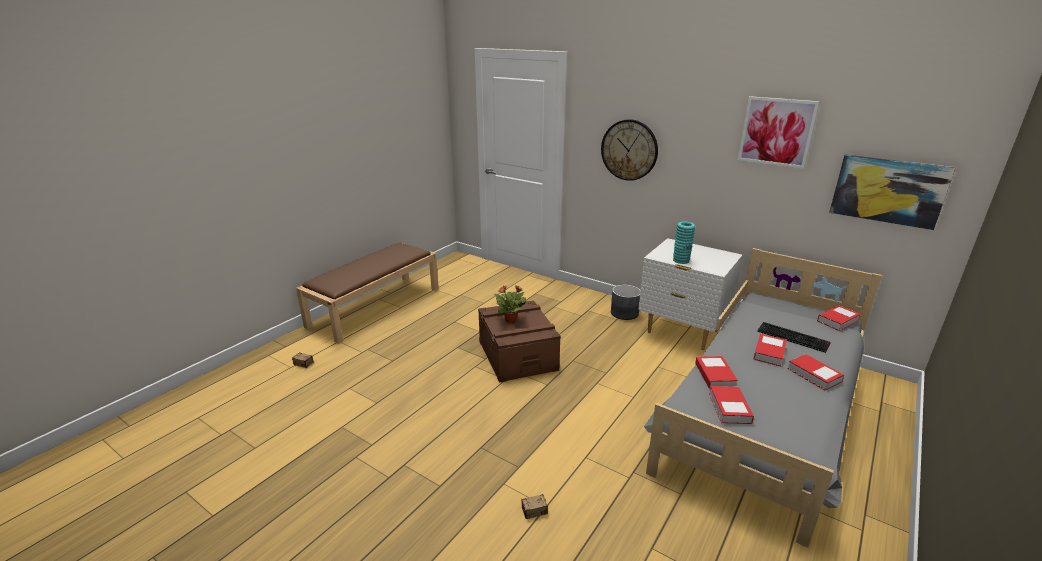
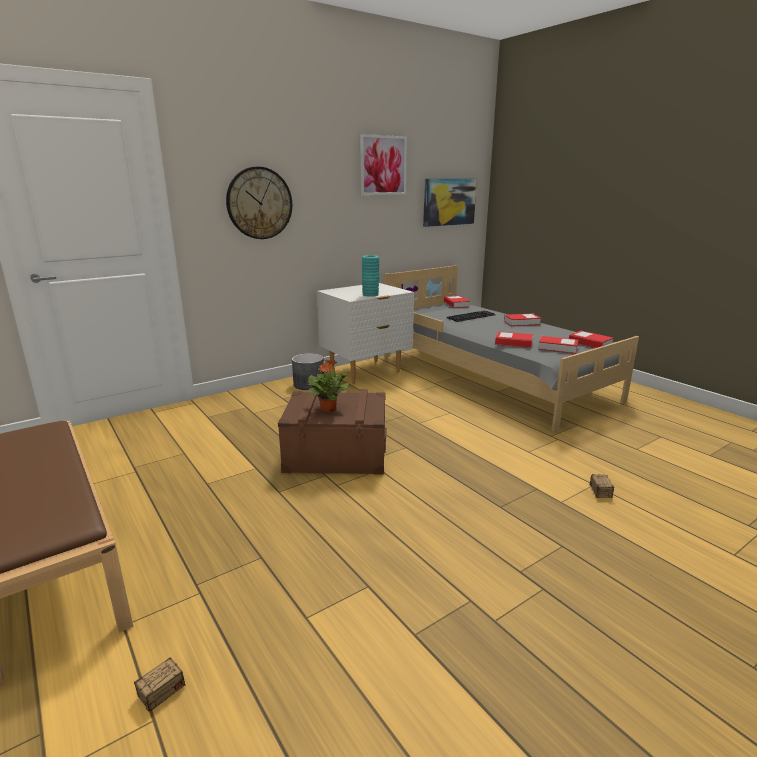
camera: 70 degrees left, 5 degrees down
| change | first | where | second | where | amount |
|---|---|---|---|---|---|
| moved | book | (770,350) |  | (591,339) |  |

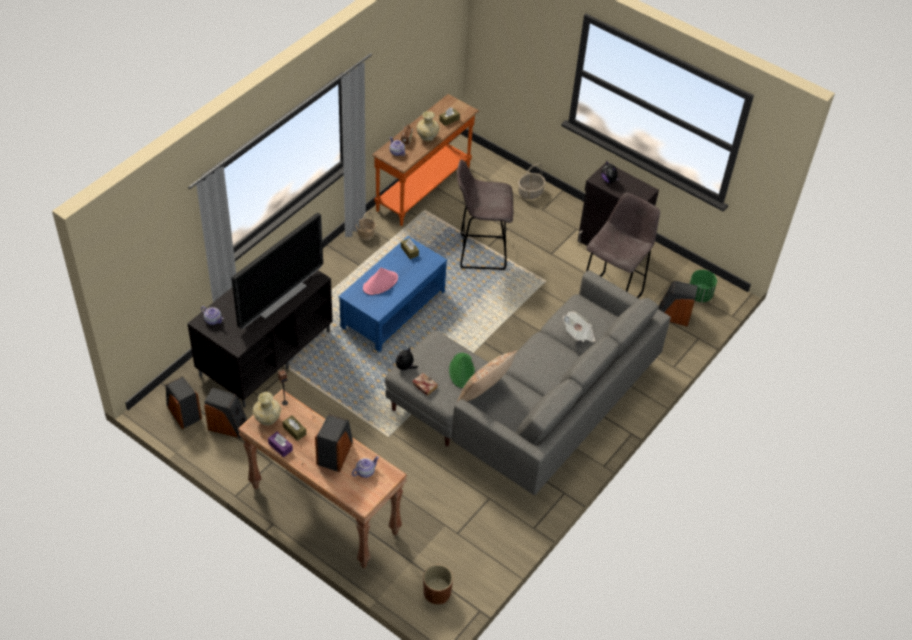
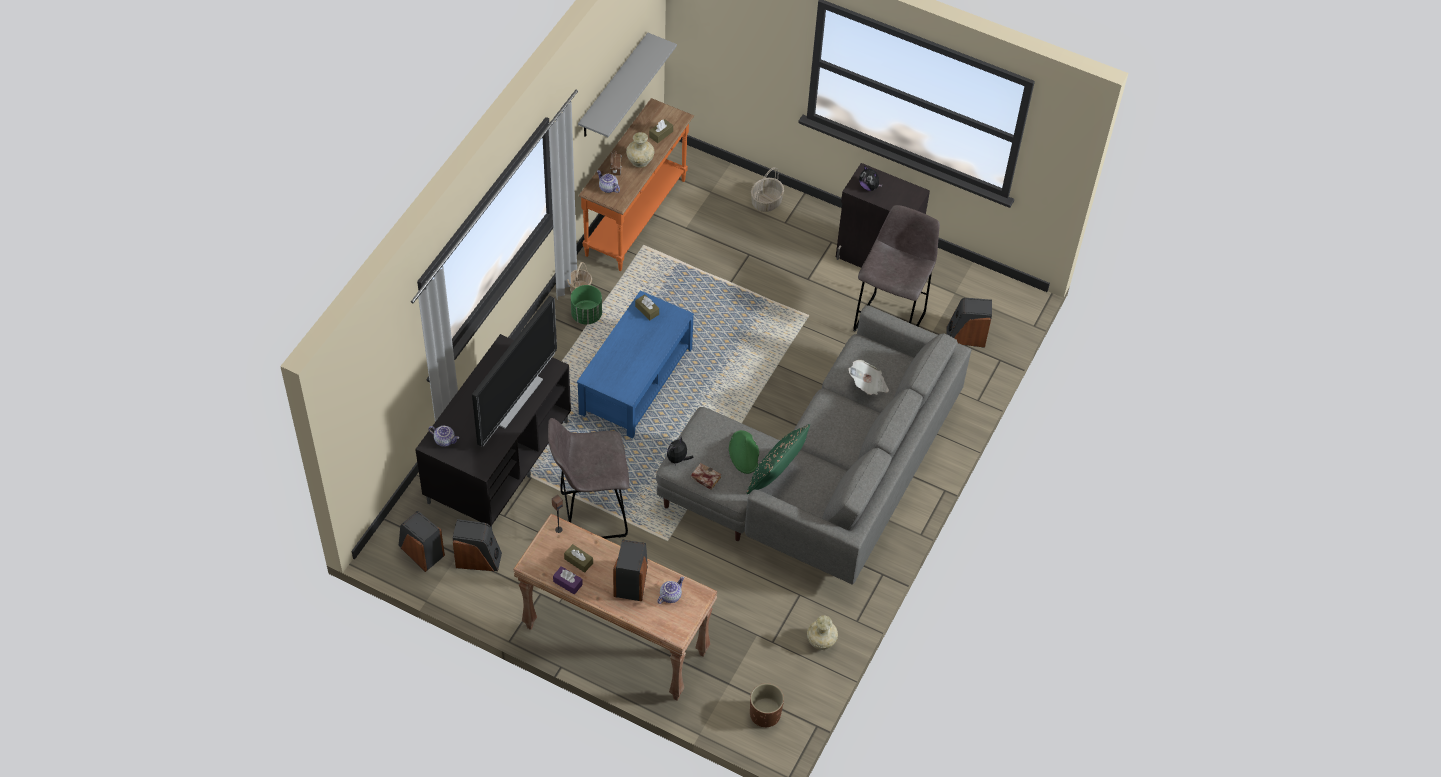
camera: 10 degrees left, 5 degrees up
| change | first | where | second | where | amount |
|---|---|---|---|---|---|
| moved | beige vase | (267,409) |  | (822,633) |  |
| removed | pink hat | (380,281) |  |  |  |
| moved | grey stool | (485,214) |  | (589,478) |  |
| recoloured | beige pillow | (487,375) | green pillow | (778,459) |  |
| moved | green planter | (703,286) |  | (586,305) |  |
| added |  |  | grey shelf | (627,85) |  |

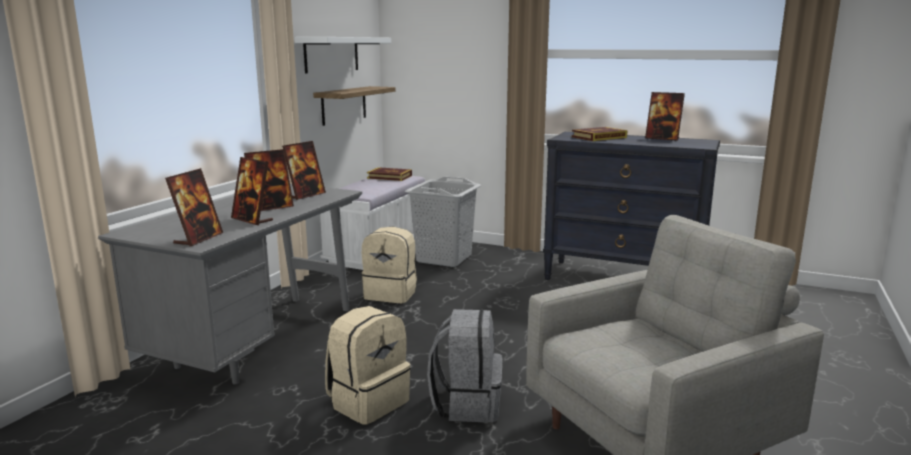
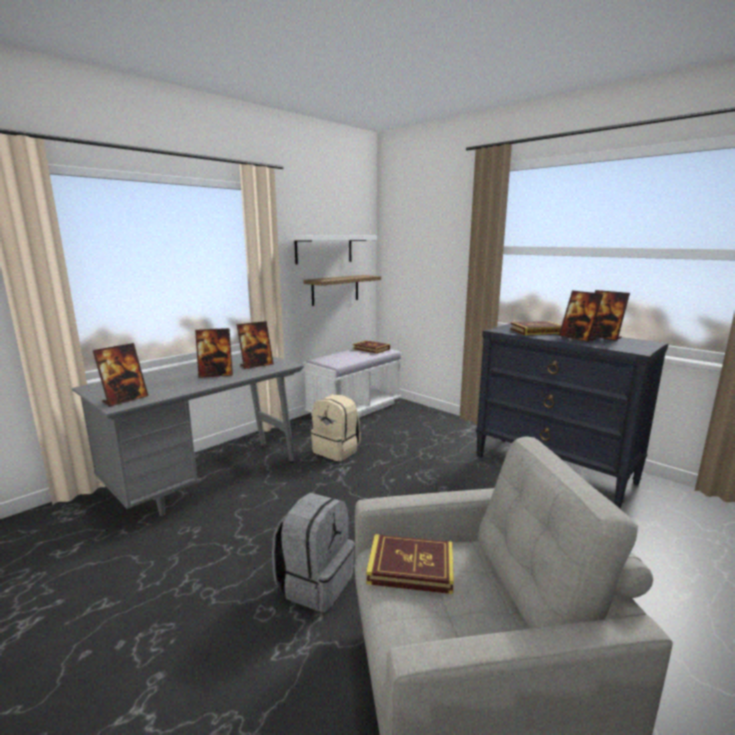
camera: 20 degrees right, 0 degrees up
| change | first | where | second | where | amount |
|---|---|---|---|---|---|
| moved | picture frame | (252,191) |  | (581,316) |  |
| removed | beige backpack | (368,365) |  |  |  |
| removed | grey laundry basket | (443,222) |  |  |  |
| added |  |  | book | (410,564) |  |

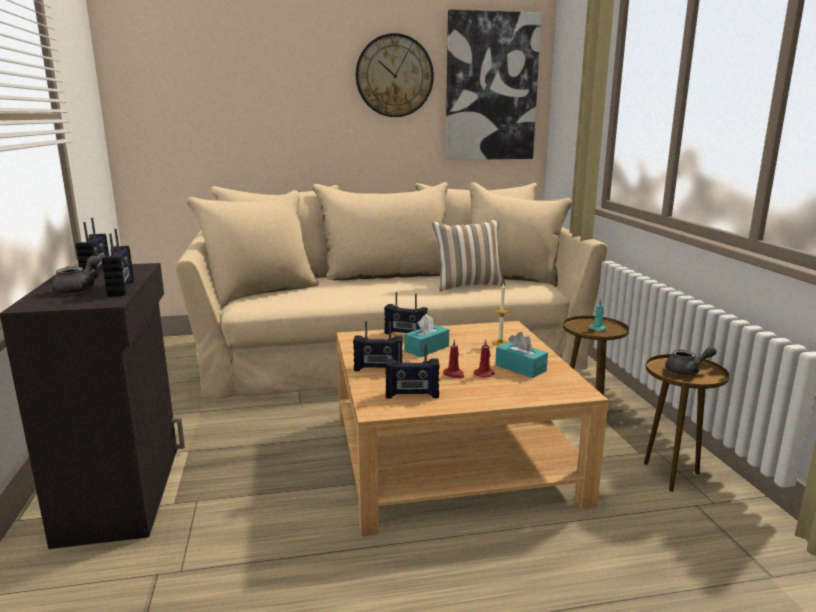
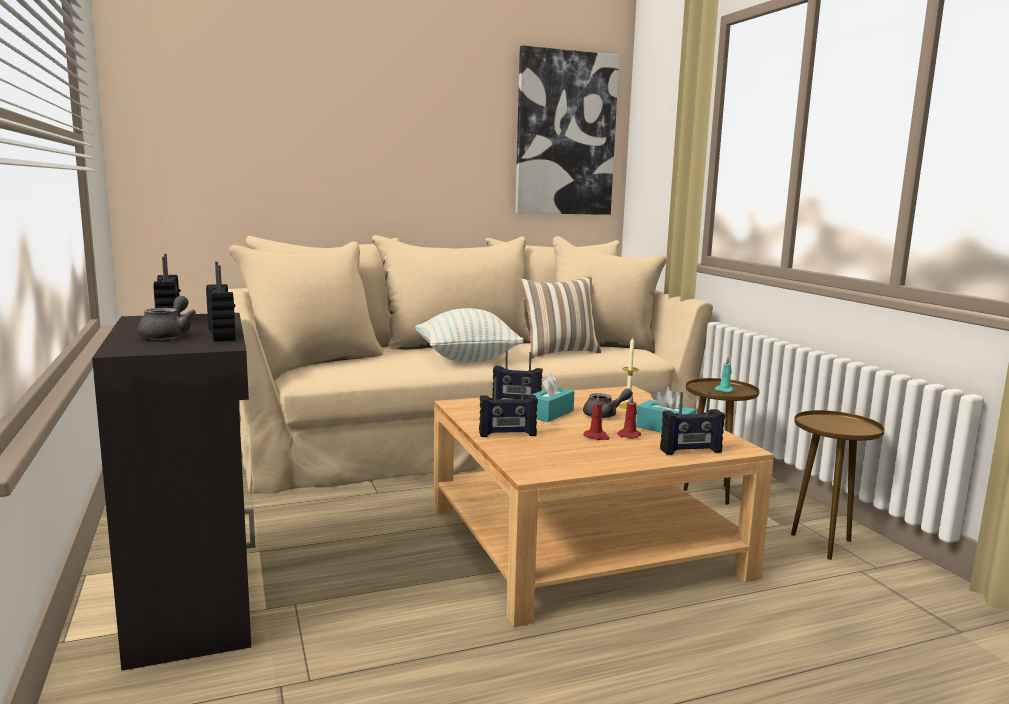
camera: 10 degrees left, 5 degrees down
| change | first | where | second | where | amount |
|---|---|---|---|---|---|
| removed | wall clock | (395,75) |  |  |  |
| moved | radio | (412,371) |  | (692,423) |  |
| moved | grey teapot | (691,360) |  | (608,403) |  |
| added |  |  | pillow | (469,335) |  |

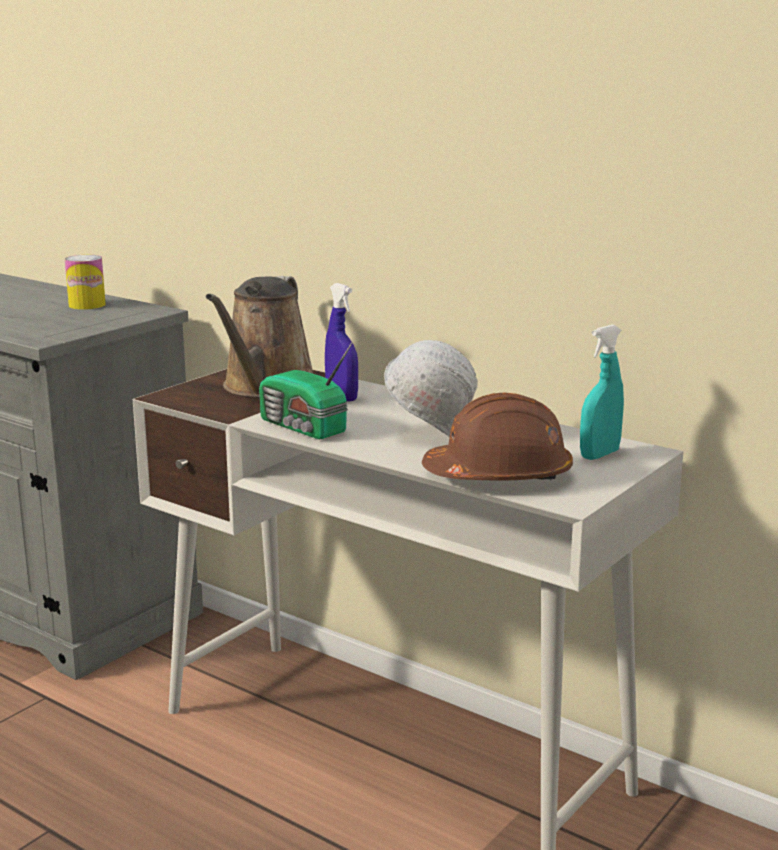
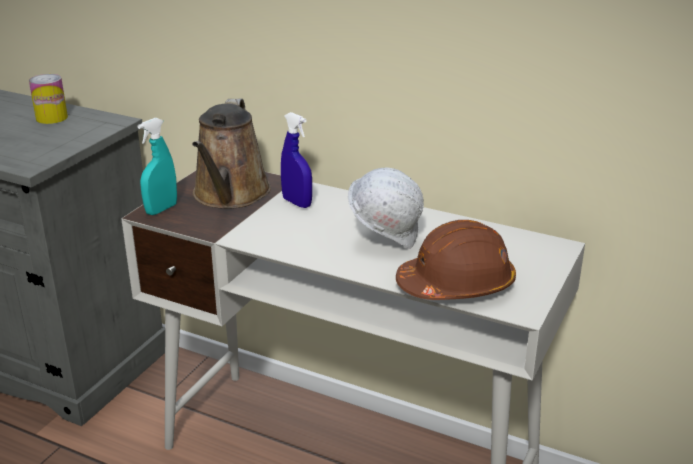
camera: 10 degrees left, 10 degrees up
| change | first | where | second | where | amount |
|---|---|---|---|---|---|
| removed | radio | (306,390) |  |  |  |
| moved | turquoise spray bottle | (602,392) |  | (157,166) |  |

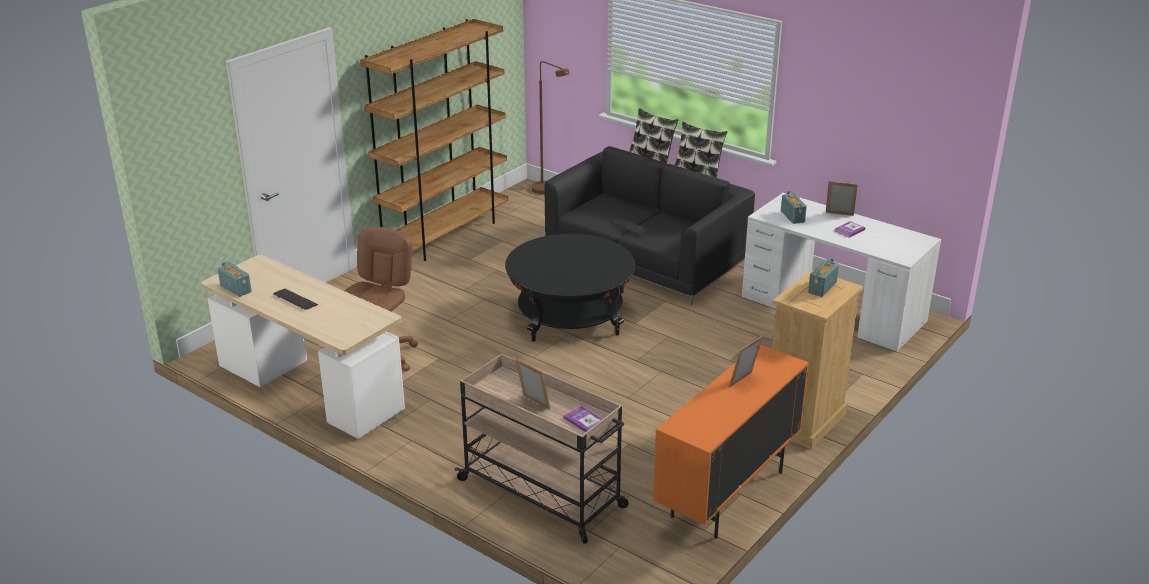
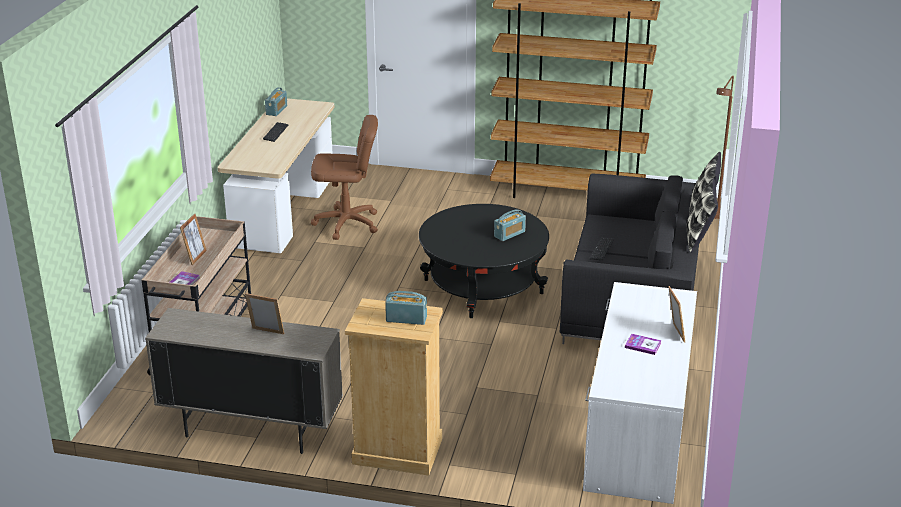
camera: 65 degrees right, 0 degrees up
| change | first | where | second | where | amount |
|---|---|---|---|---|---|
| recoloured | orange cabinet | (731,441) | beige cabinet | (244,381) |  |
| moved | radio | (794,207) |  | (510,225) |  |

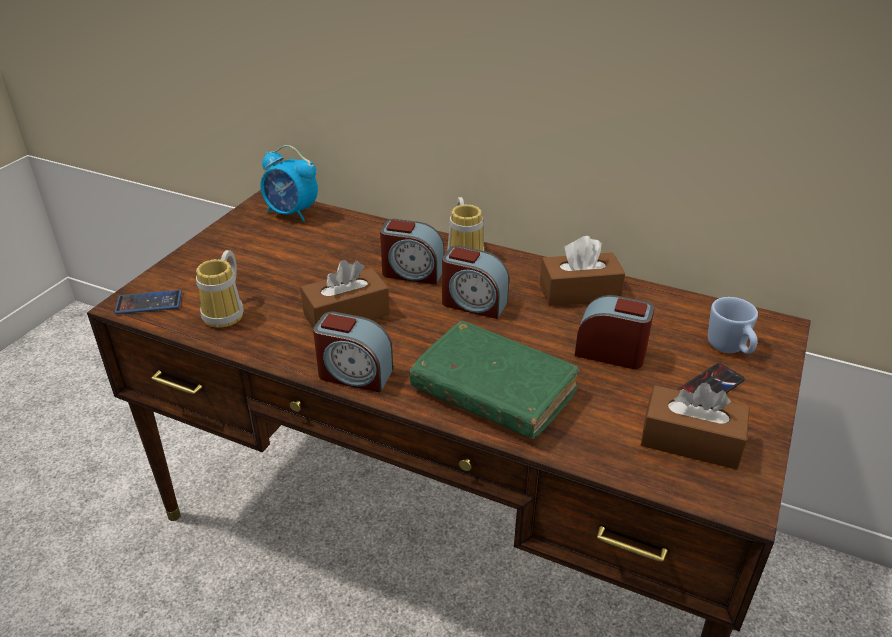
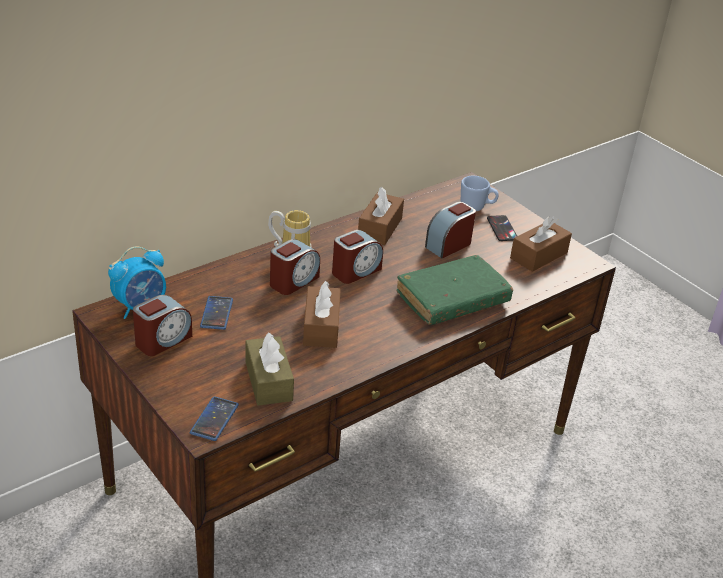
camera: 65 degrees left, 0 degrees up
| change | first | where | second | where | amount |
|---|---|---|---|---|---|
| replaced | mug | (220,289) | brown tissue box | (269,369) |  |
| moved | alarm clock | (353,351) |  | (162,325) |  |
| added |  |  | phone | (216,313) |  |

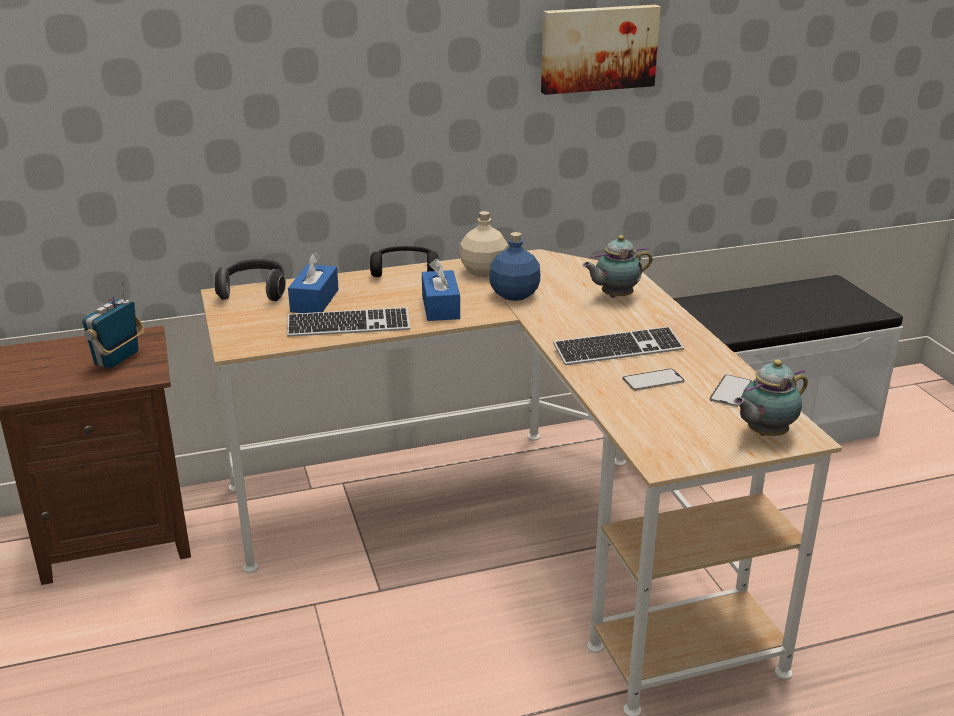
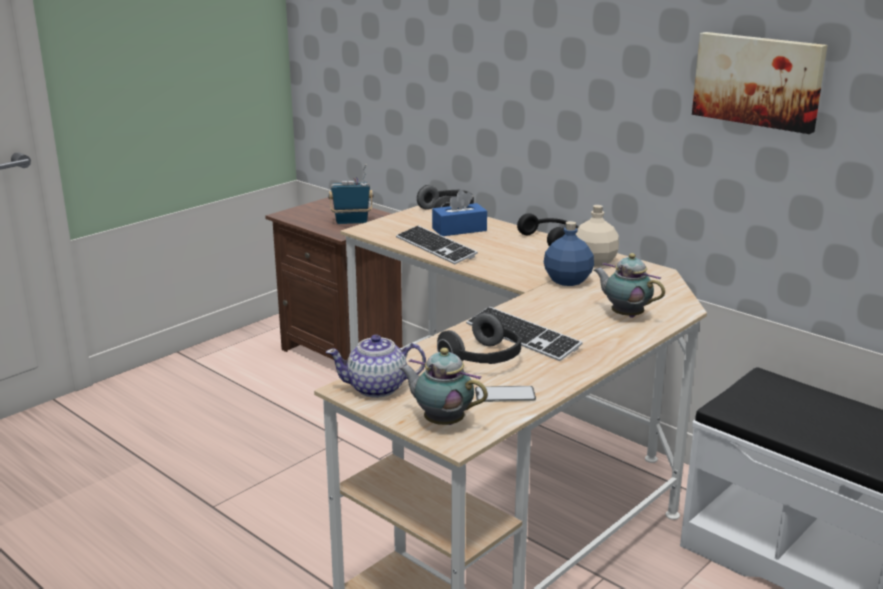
camera: 60 degrees right, 5 degrees down
| change | first | where | second | where | amount |
|---|---|---|---|---|---|
| removed | blue tissue box | (441,289) |  |  |  |
| replaced | phone | (653,380) | headphones | (479,338) |  |
| added |  |  | teapot | (376,366) |  |

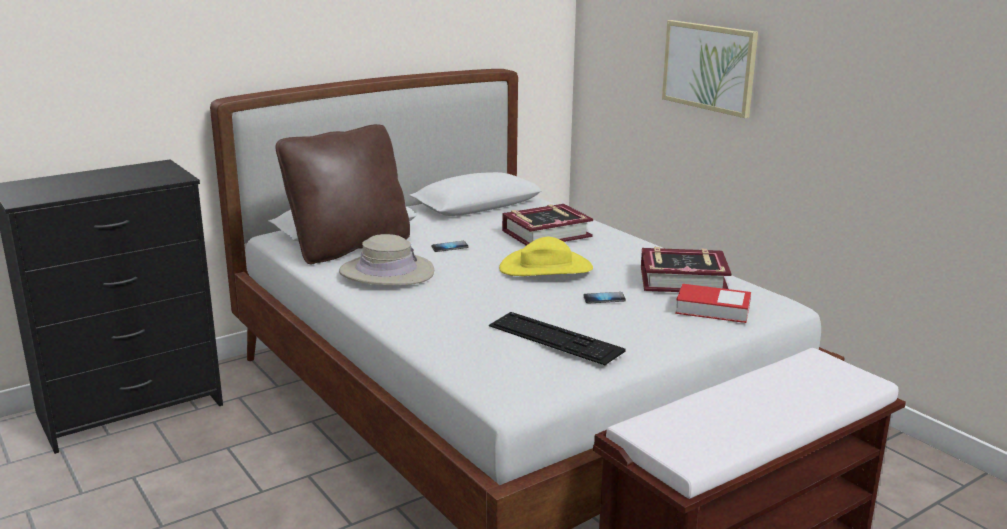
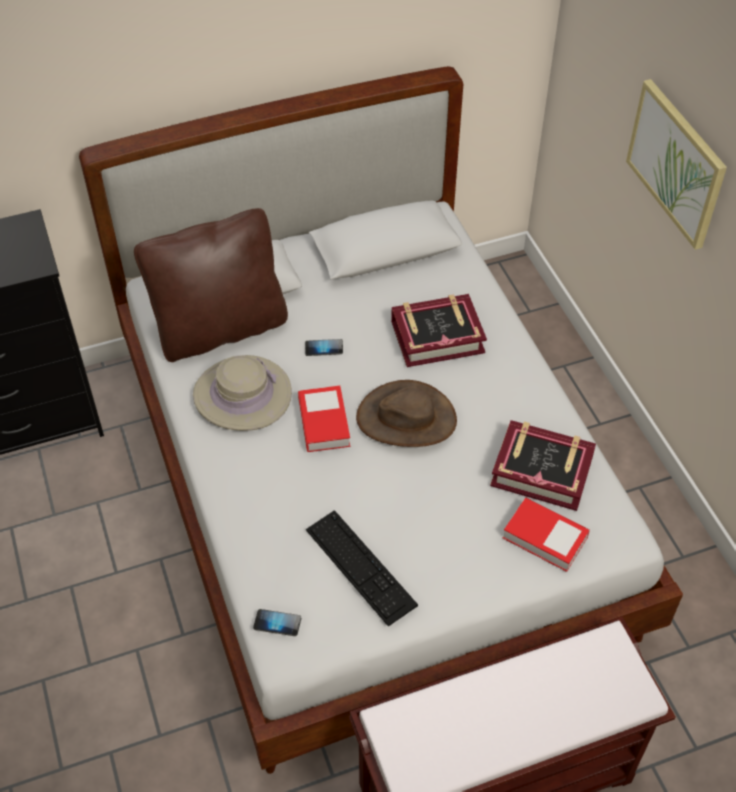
camera: 15 degrees right, 30 degrees up
| change | first | where | second | where | amount |
|---|---|---|---|---|---|
| recoloured | yellow hat | (546,256) | brown hat | (406,413) |  |
| moved | phone | (605,298) |  | (277,622) |  |
| added |  |  | book | (324,419) |  |

